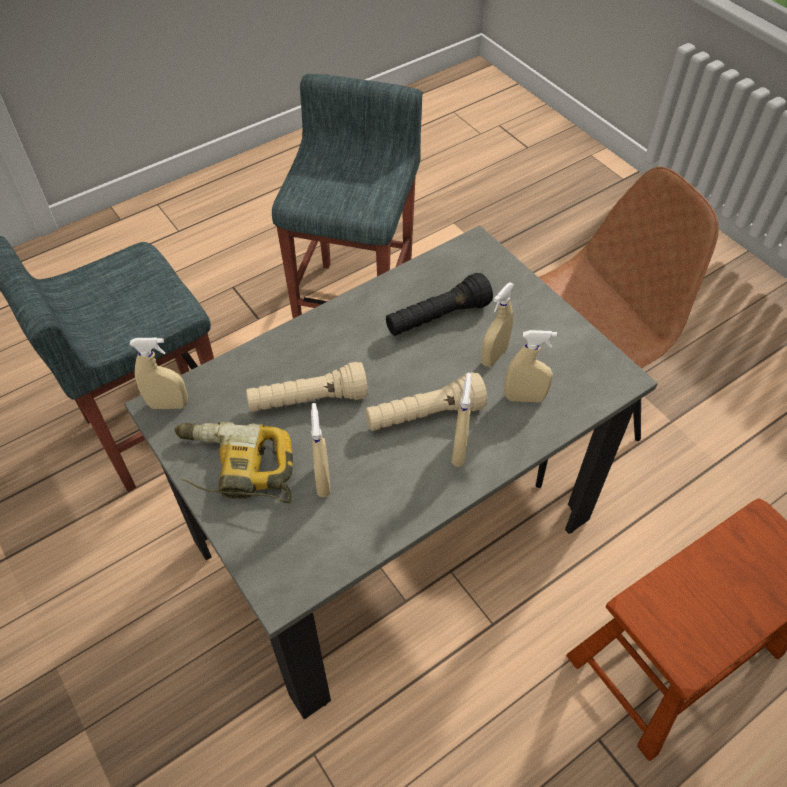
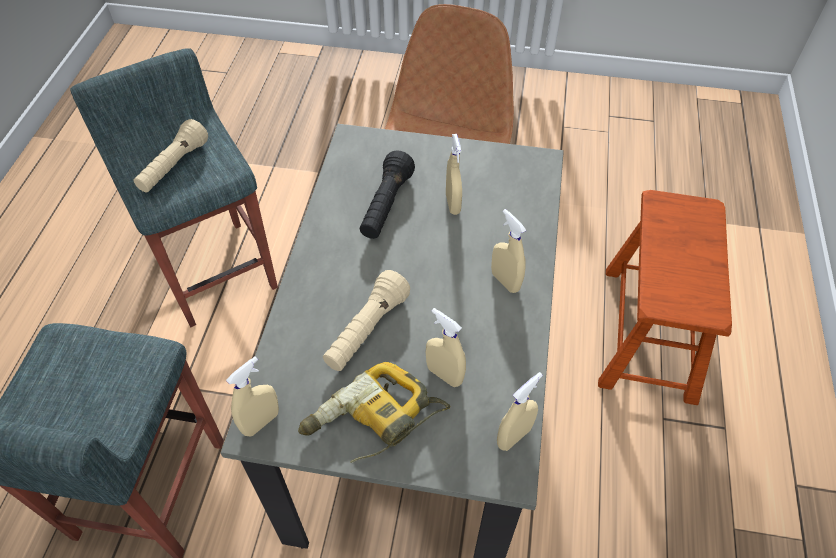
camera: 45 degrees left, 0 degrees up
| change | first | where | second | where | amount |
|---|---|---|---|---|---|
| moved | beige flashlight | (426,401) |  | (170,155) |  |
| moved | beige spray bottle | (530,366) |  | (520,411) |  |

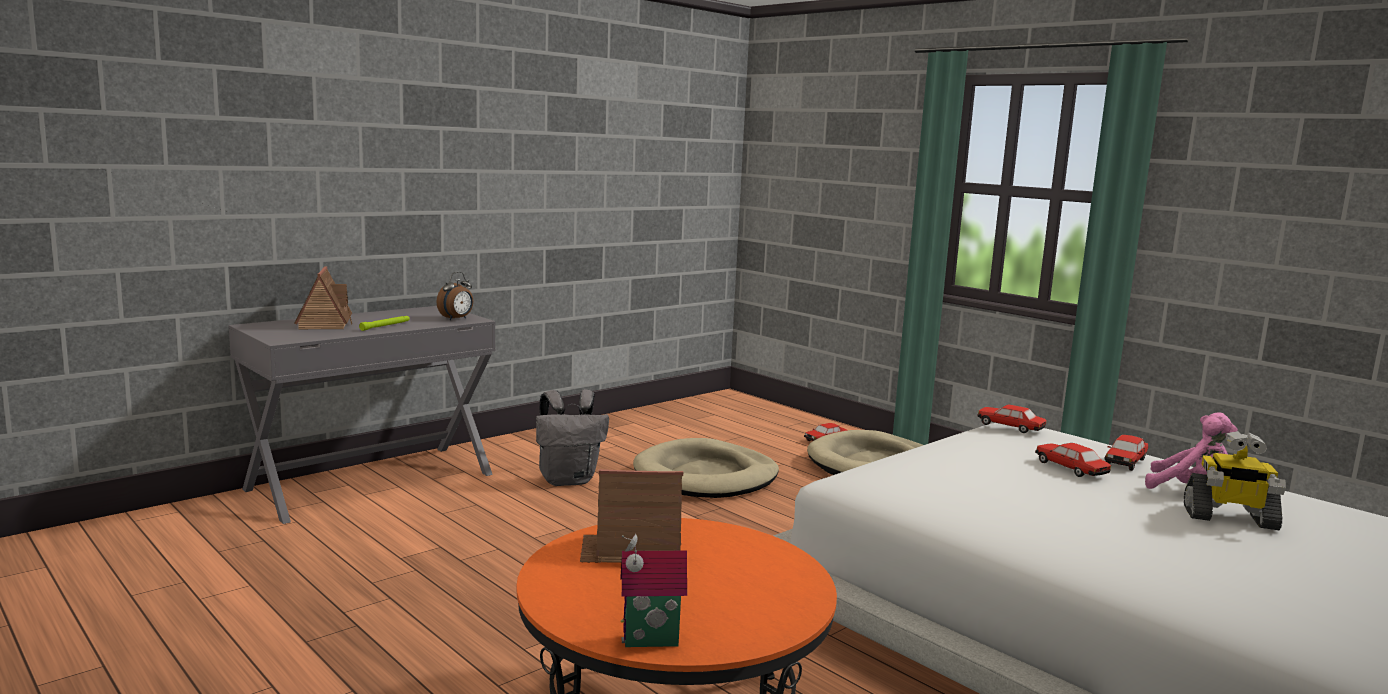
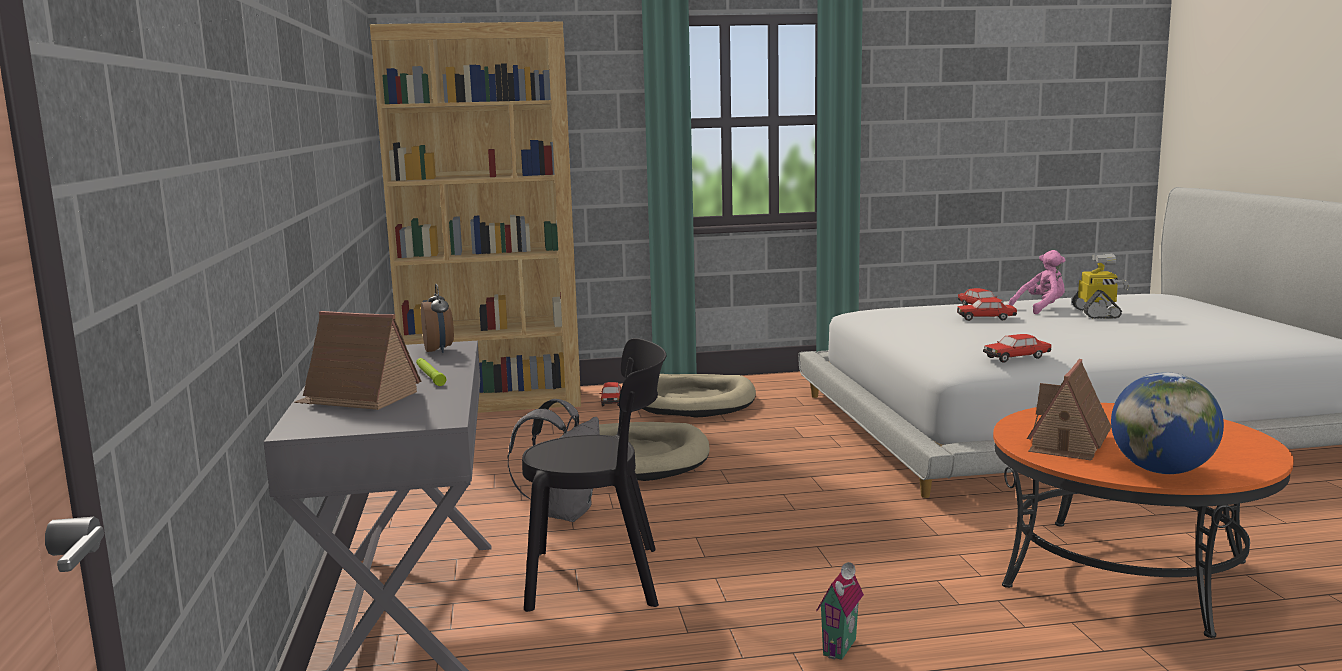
camera: 55 degrees left, 0 degrees up
| change | first | where | second | where | amount |
|---|---|---|---|---|---|
| moved | toy house | (653,590) |  | (840,611) |  |
| moved | toy car | (1011,418) |  | (1017,348) |  |
| turned | toy robot | (1235,480) |  | (1101,286) | 45 degrees counterclockwise |
| added |  |  | brown bookcase | (475,217) |  |
| added |  |  | black chair | (594,475) |  |
| added |  |  | globe | (1167,423) |  |

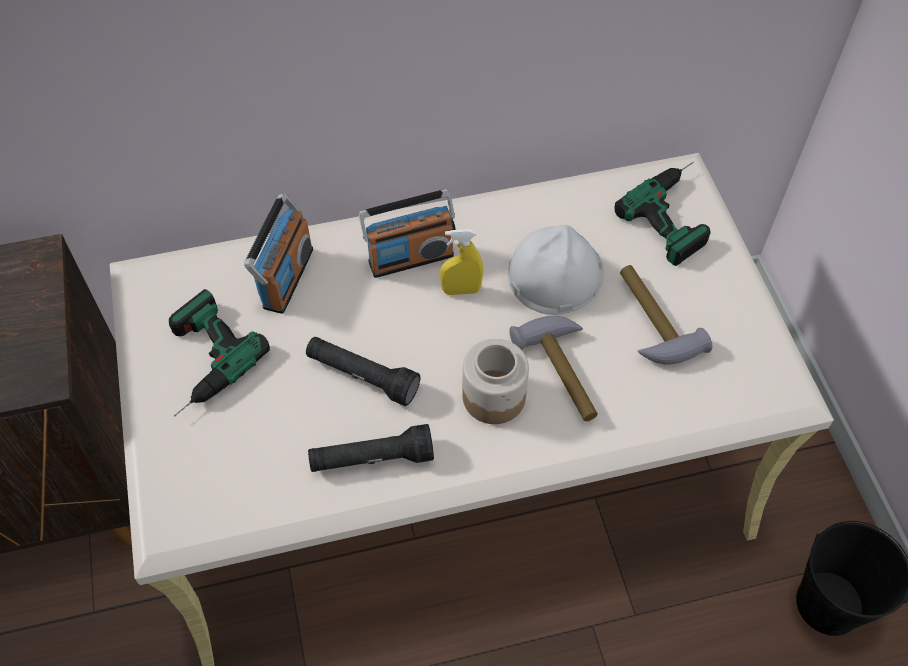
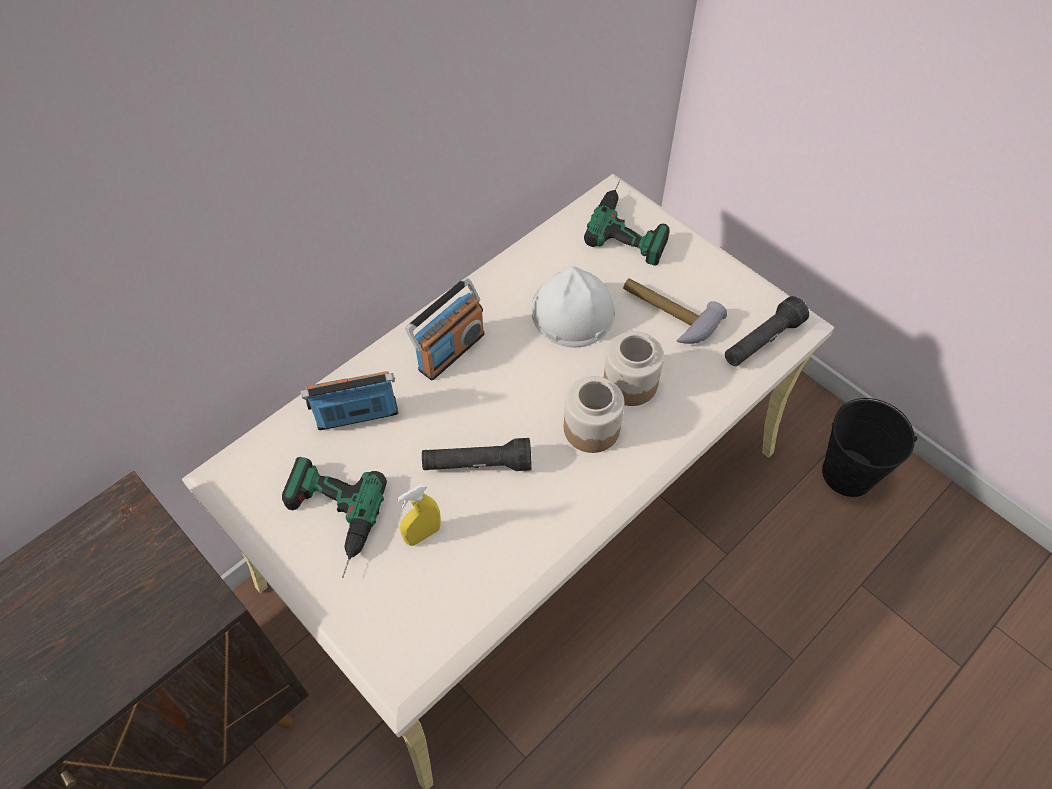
camera: 30 degrees left, 0 degrees up
| change | first | where | second | where | amount |
|---|---|---|---|---|---|
| turned | radio | (278,254) |  | (349,400) | 90 degrees counterclockwise |
| moved | black flashlight | (371,448) |  | (767,331) |  |
| moved | yellow spray bottle | (461,262) |  | (419,514) |  |
| replaced | hammer | (554,368) | jar | (633,368) |  |

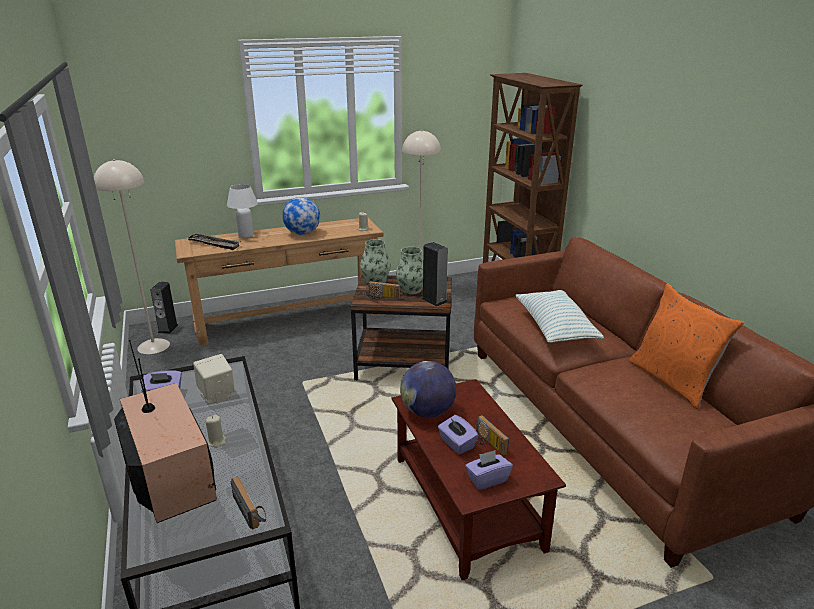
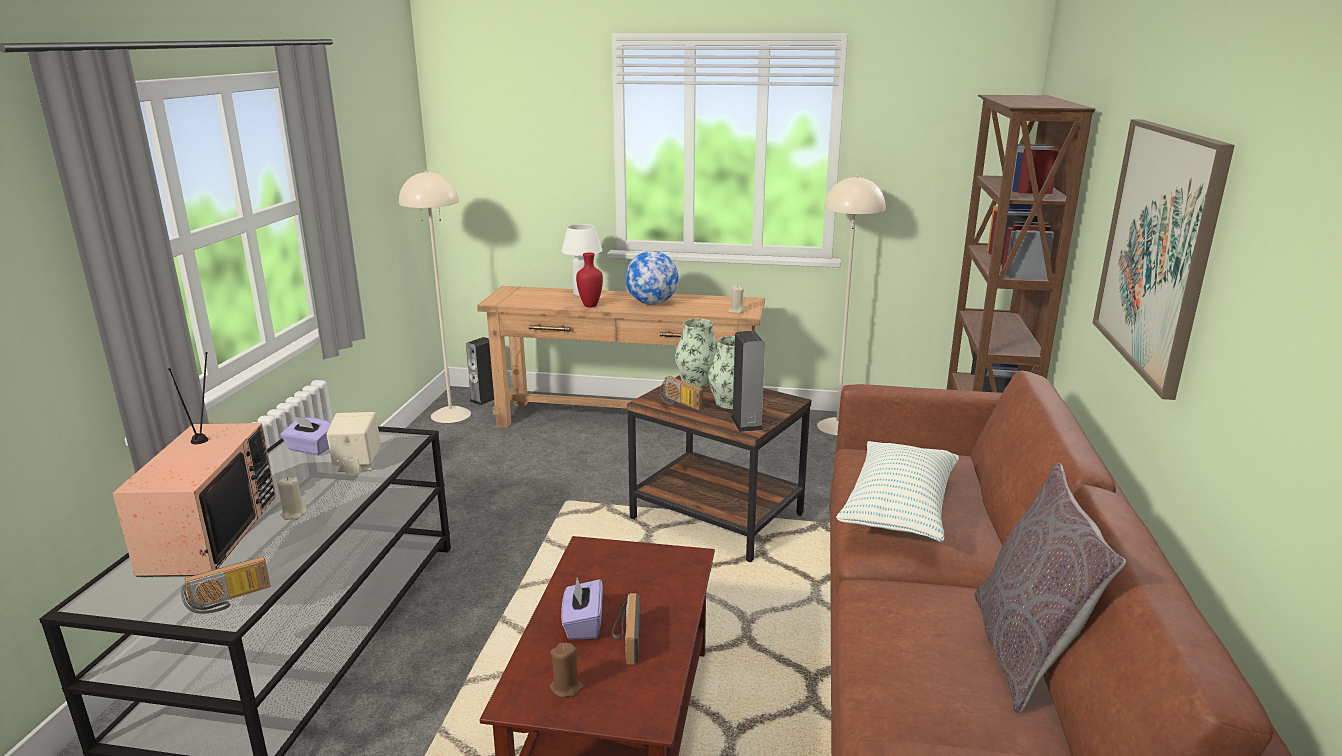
camera: 30 degrees right, 5 degrees down
| change | first | where | second | where | amount |
|---|---|---|---|---|---|
| removed | tray | (214,241) |  |  |  |
| turned | radio | (248,503) |  | (226,585) | 60 degrees clockwise |
| removed | globe | (428,389) |  |  |  |
| replaced | purple tissue box | (489,470) | brown candle | (567,670) |  |
| recoloured | orange pillow | (686,346) | grey pillow | (1050,588) |  |
| added |  |  | red vase | (589,280) |  |
| added |  |  | picture | (1164,259) |  |

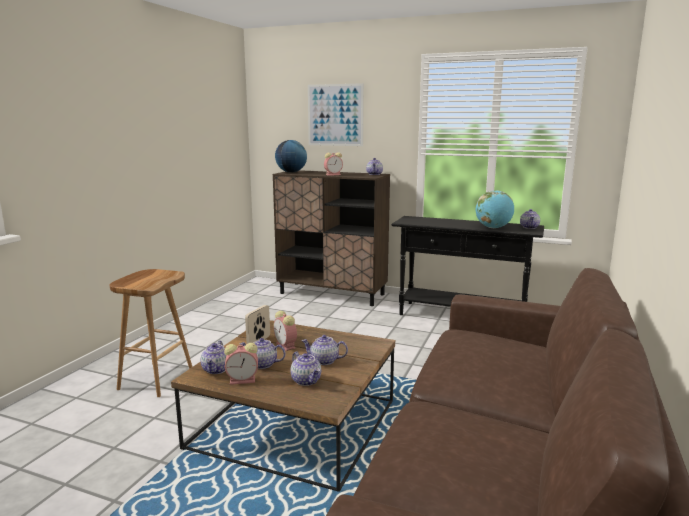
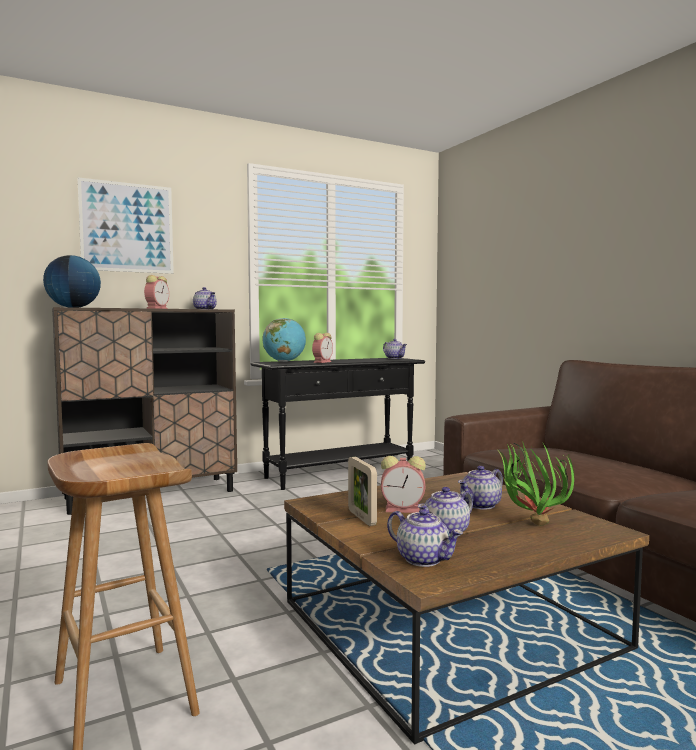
camera: 50 degrees left, 10 degrees down
| change | first | where | second | where | amount |
|---|---|---|---|---|---|
| moved | alarm clock | (241,364) |  | (322,348) |  |
| replaced | teapot | (306,369) | potted plant | (535,483) |  |
| moved | globe | (495,209) |  | (284,340) |  |

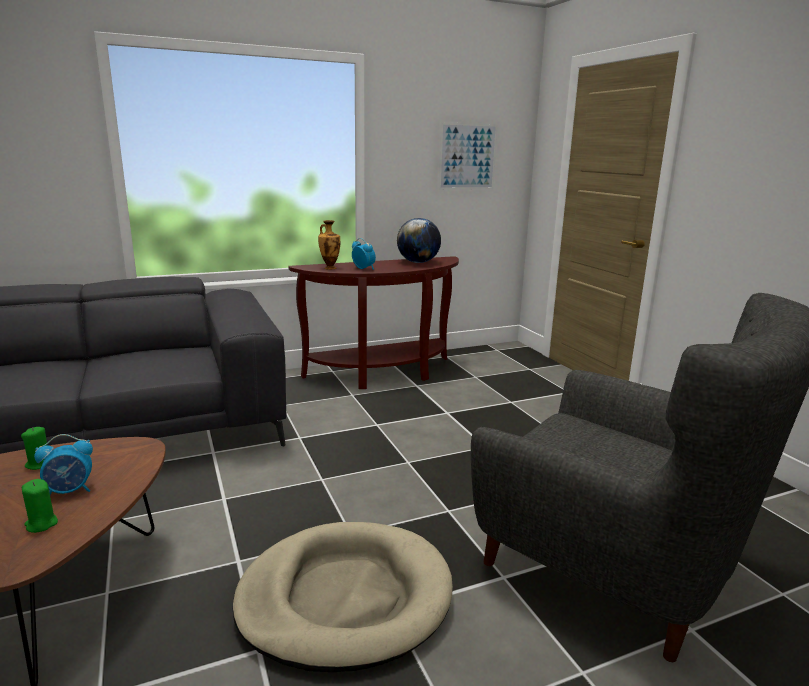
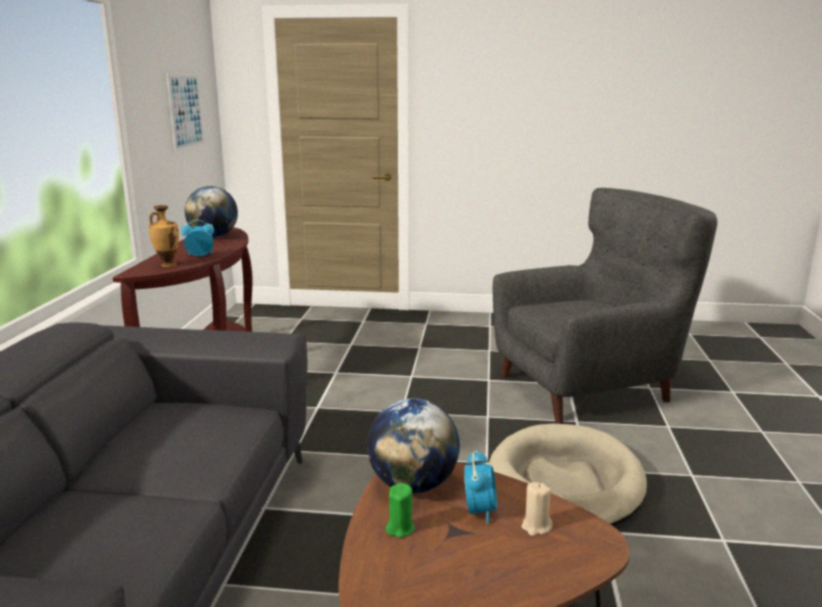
camera: 60 degrees left, 0 degrees up
| change | first | where | second | where | amount |
|---|---|---|---|---|---|
| recoloured | green candle | (40,506) | beige candle | (537,509) |  |
| added |  |  | globe | (413,445) |  |

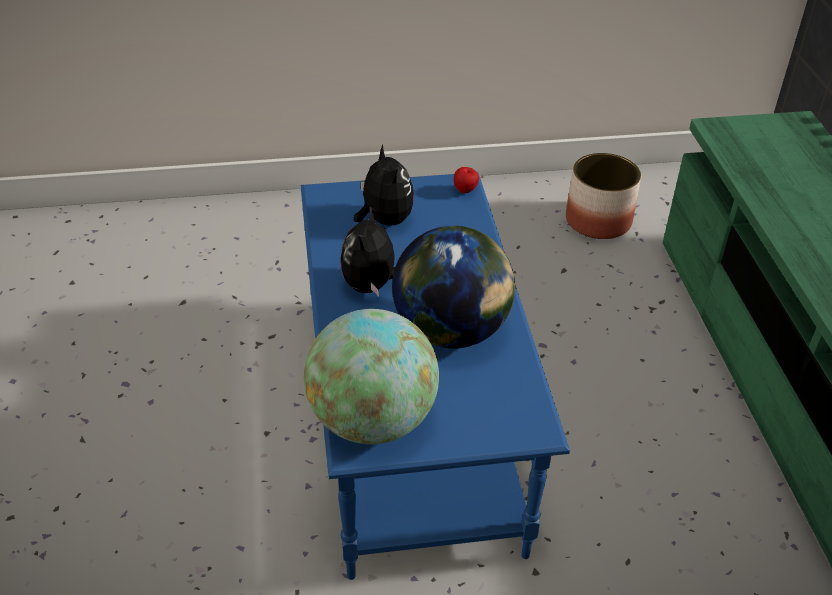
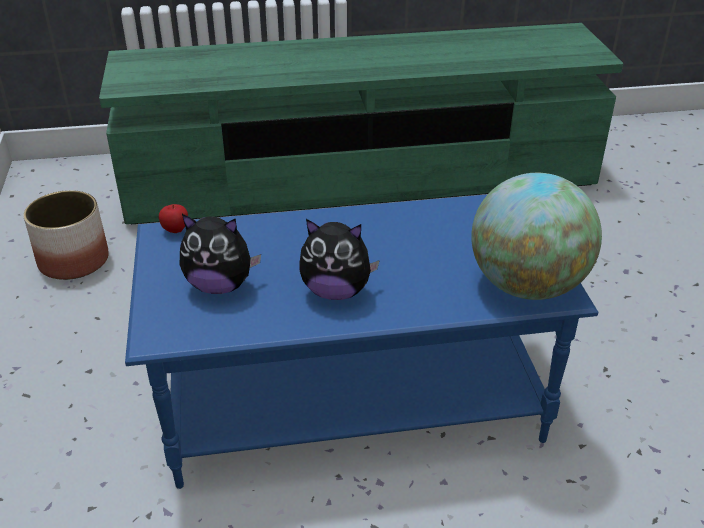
camera: 90 degrees left, 5 degrees down
| change | first | where | second | where | amount |
|---|---|---|---|---|---|
| turned | plush toy | (384,185) |  | (220,254) | 150 degrees counterclockwise |
| removed | globe | (453,287) |  |  |  |

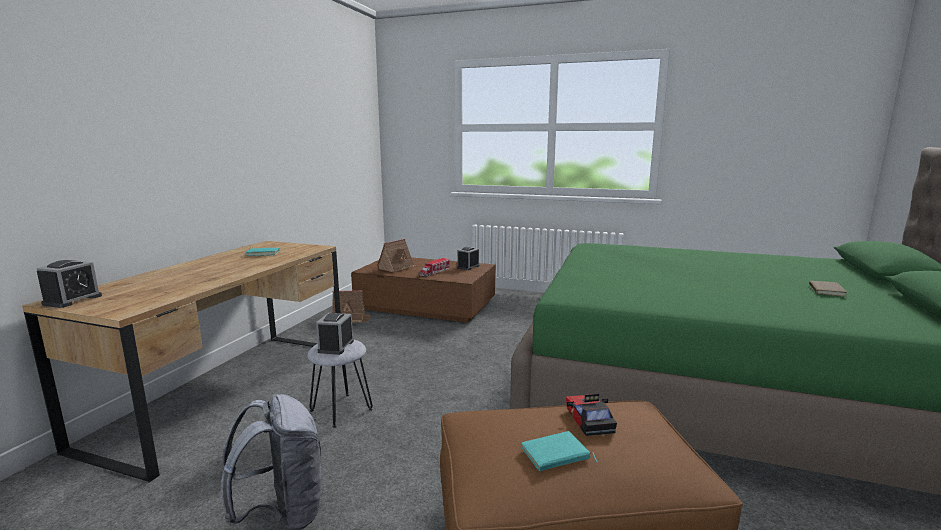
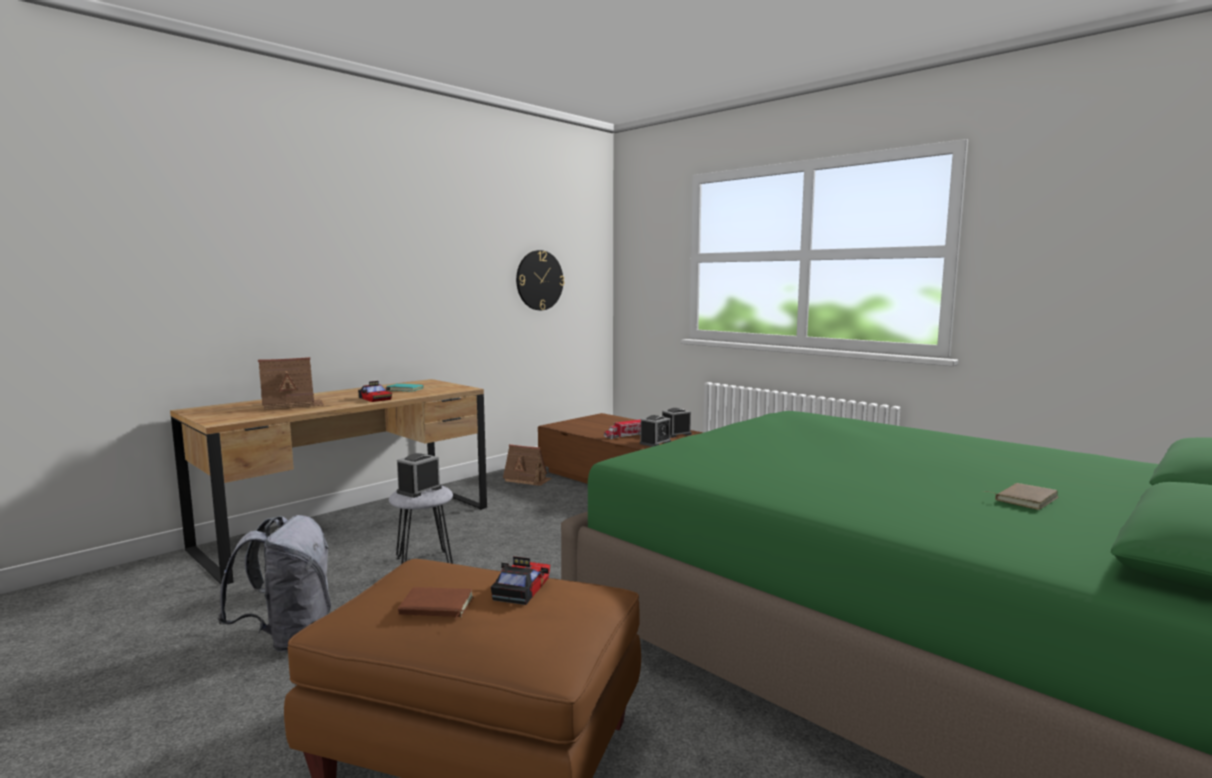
camera: 25 degrees right, 5 degrees down
| change | first | where | second | where | amount |
|---|---|---|---|---|---|
| moved | alarm clock | (69,284) |  | (655,431) |  |
| moved | toy house | (396,255) |  | (291,383) |  |
| recoloured | turquoise book | (559,451) | brown book | (436,603) |  |
| added |  |  | toy car | (375,391) |  |
| added |  |  | wall clock | (540,280) |  |

